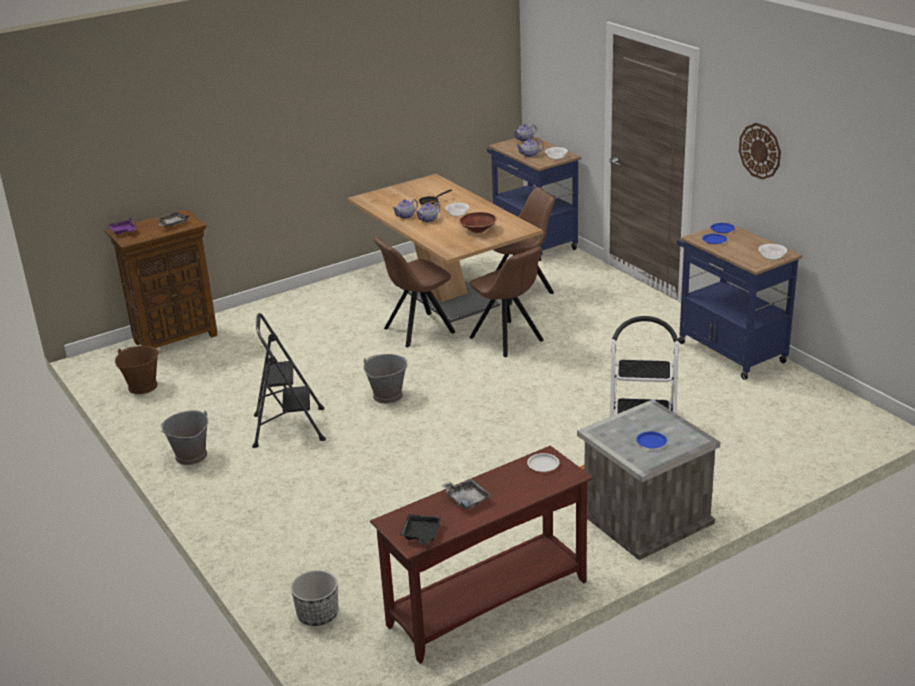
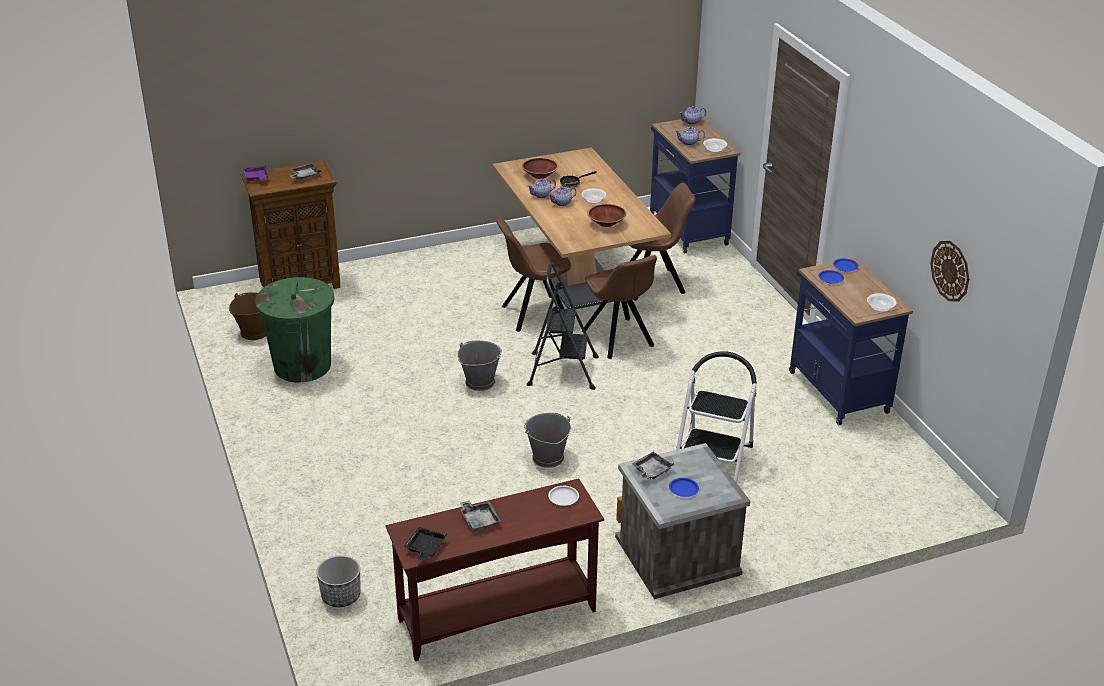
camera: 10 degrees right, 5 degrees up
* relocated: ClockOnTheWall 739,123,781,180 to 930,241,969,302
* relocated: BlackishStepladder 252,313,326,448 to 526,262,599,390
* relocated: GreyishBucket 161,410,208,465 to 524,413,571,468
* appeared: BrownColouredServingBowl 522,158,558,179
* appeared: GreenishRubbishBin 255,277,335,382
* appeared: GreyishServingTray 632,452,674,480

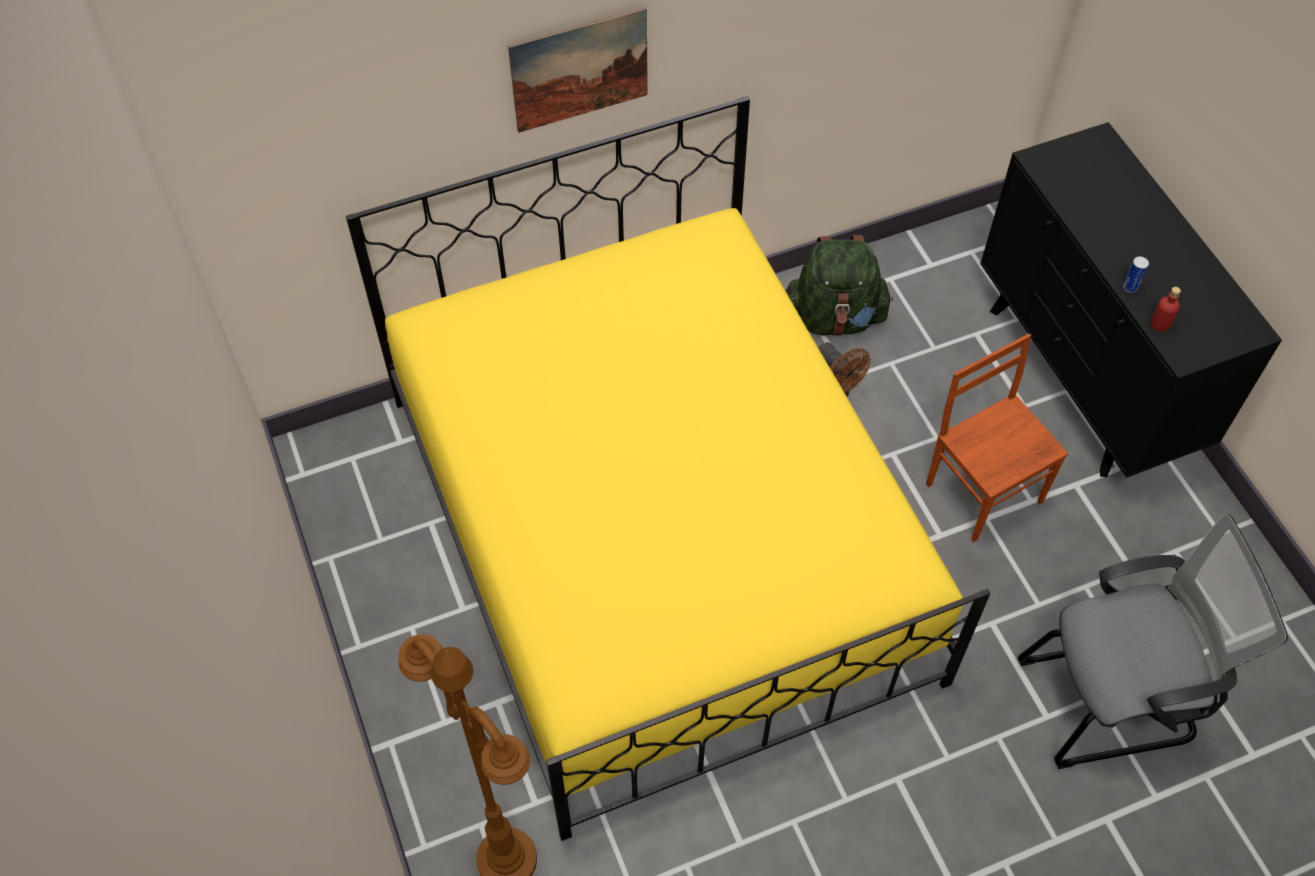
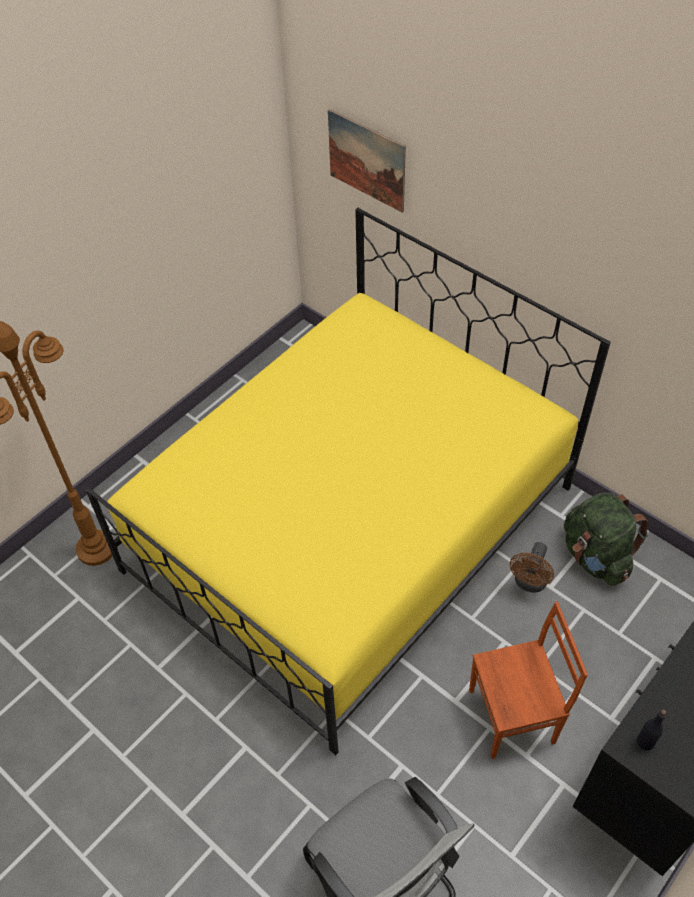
camera: 65 degrees right, 5 degrees down
* relocated: WallPicture 508,7,648,133 to 328,109,406,213
* missing: SealedCan 1123,256,1149,293
* missing: RedColouredDrinkBottle 1150,287,1181,332
* spun: BrownColouredUprightChair 926,334,1068,542 = 469,601,588,759 45 degrees clockwise
* appeared: BlackishDrinkBottle 637,709,666,750

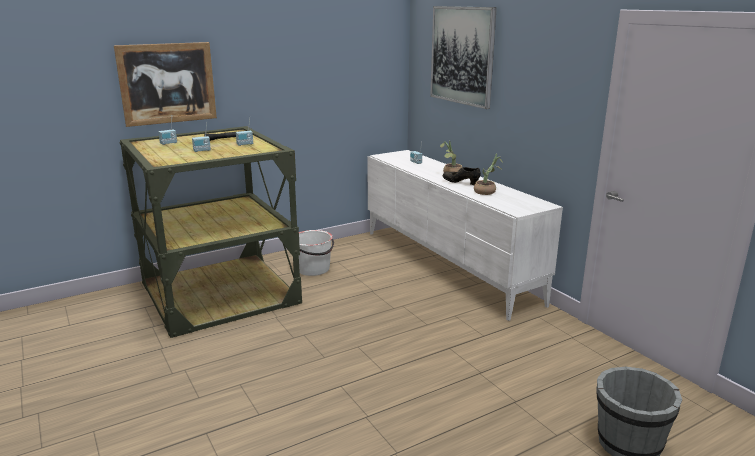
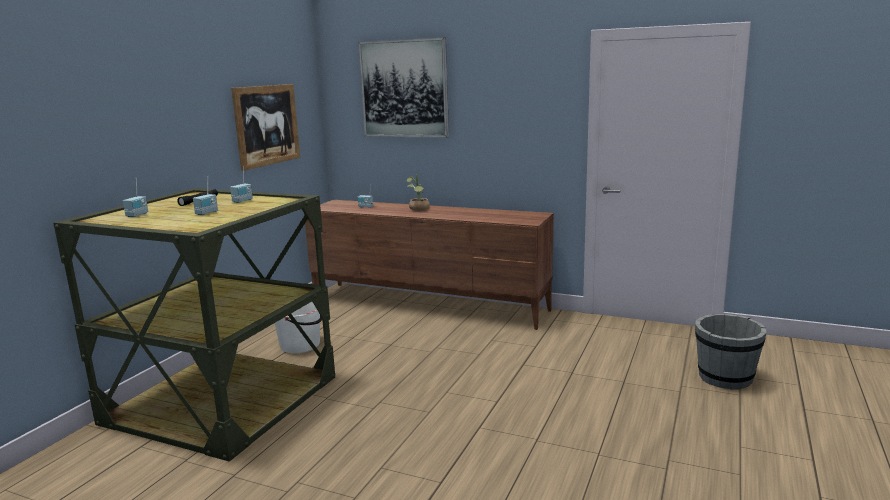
camera: 35 degrees left, 5 degrees down
* relocated: WallPicture 114,42,217,127 to 231,84,300,171
* colour: WhiteColouredStorageCabinet 367,150,563,321 to BrownColouredStorageCabinet 304,200,554,330
* missing: Houseplant 474,154,503,195
* missing: BlackishShoe 443,167,481,185

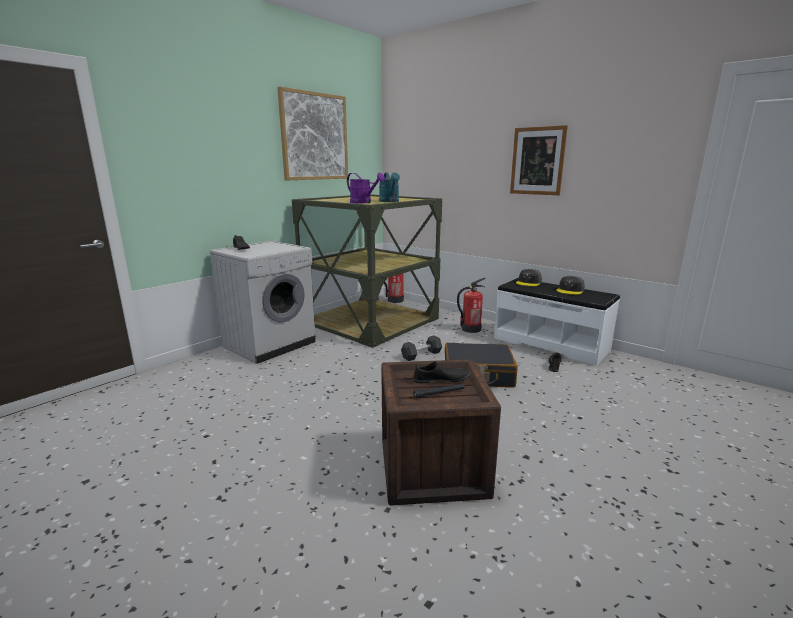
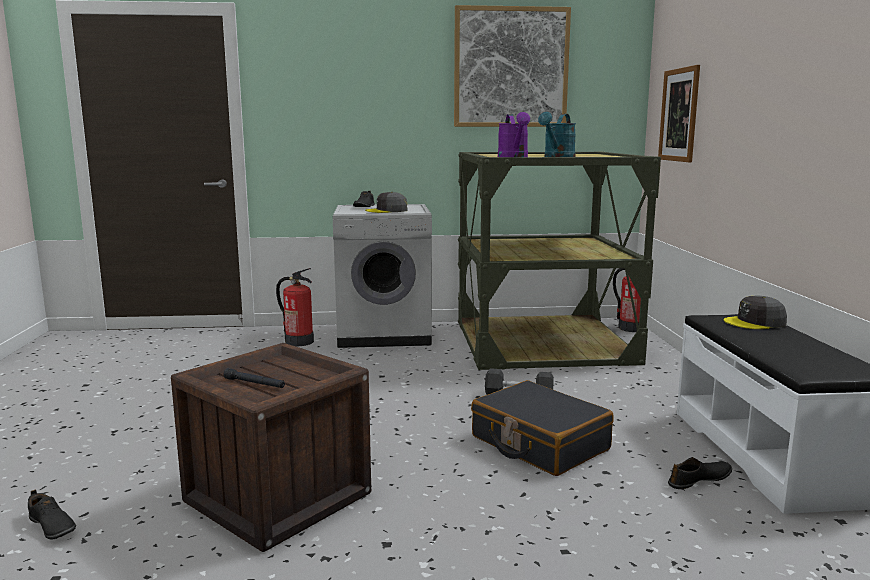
camera: 45 degrees right, 5 degrees down
* relocated: WallPicture 510,125,568,195 to 658,65,700,162
* relocated: GreyishPeakedCap 556,276,585,295 to 365,192,408,213
* relocated: FireFightingCylinder 457,278,485,333 to 276,268,314,347
* relocated: BlackishShoe 413,361,471,383 to 28,489,76,540

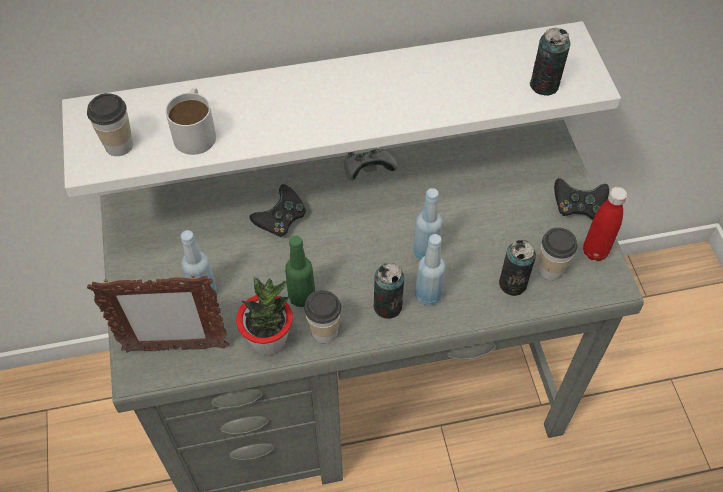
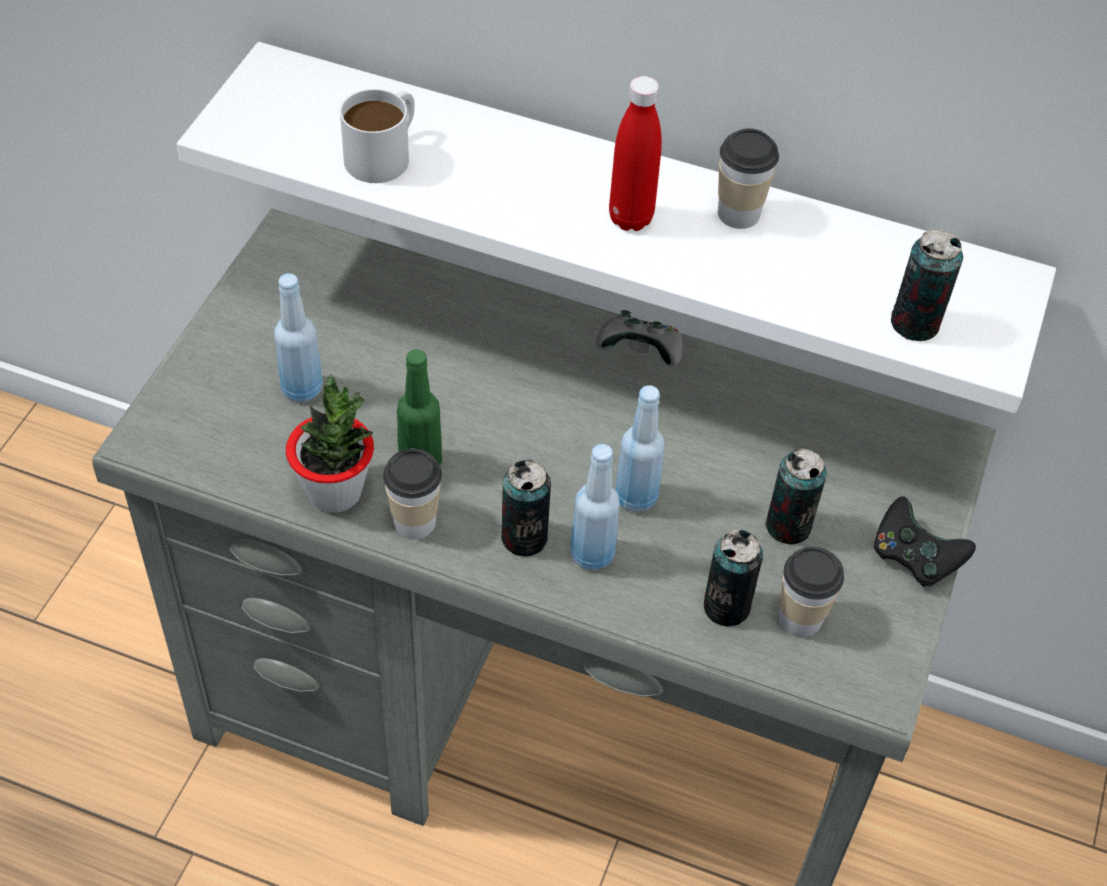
camera: 30 degrees right, 5 degrees down
* relocated: SmallCup 87,93,133,156 to 718,128,779,229
* missing: BlackishJoypad 249,184,306,237
* relocated: RedColouredDrinkBottle 583,187,627,261 to 609,76,662,231
* missing: StandingFrame 87,274,229,352
* appeared: SealedCan 765,448,826,545

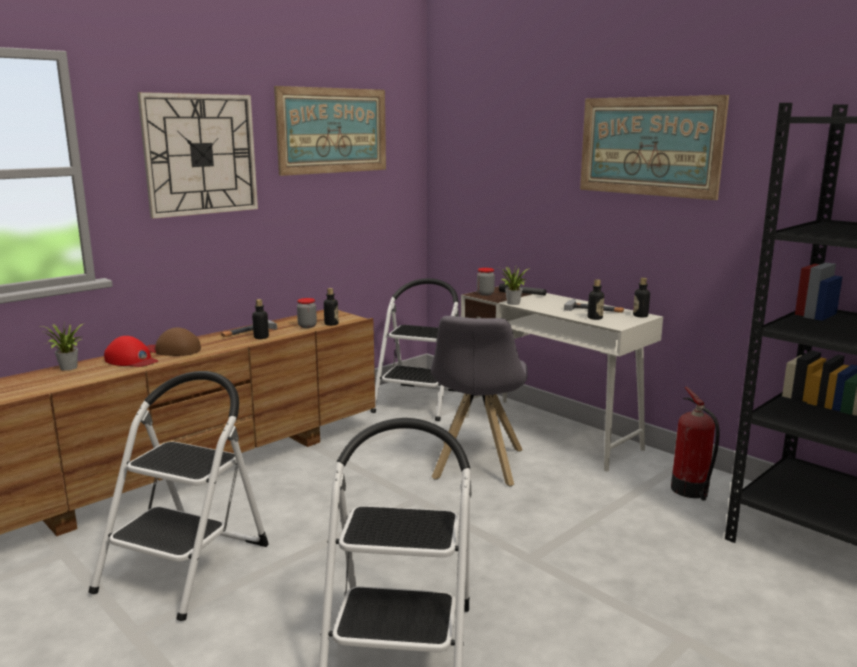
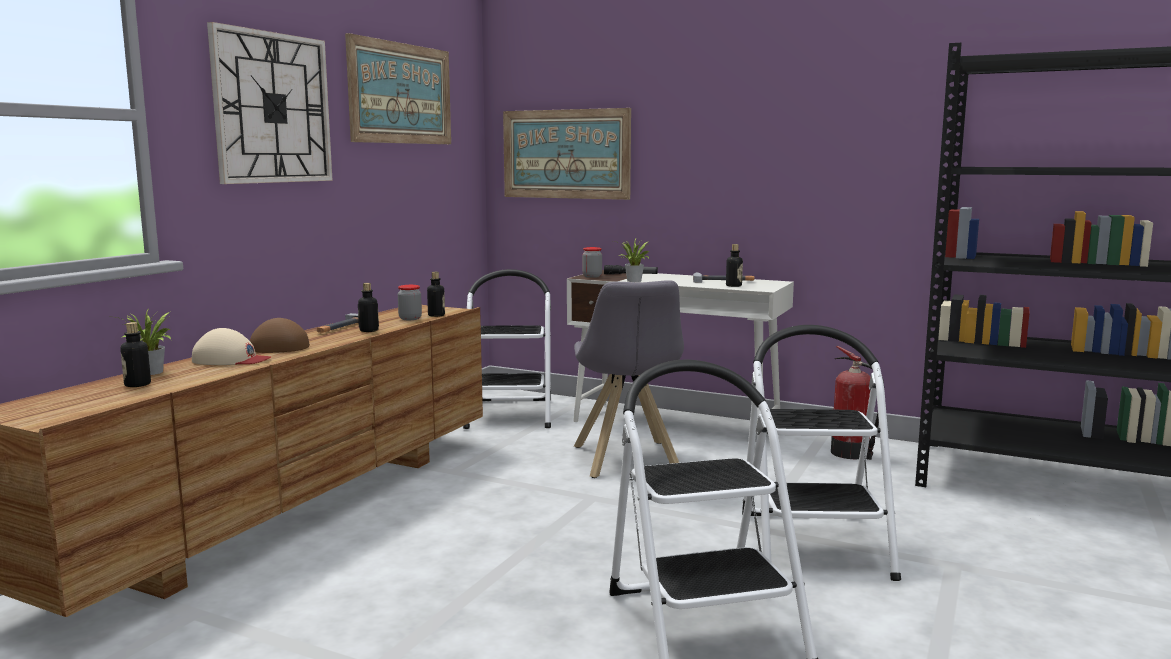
camera: 20 degrees left, 5 degrees down
* relocated: WallPicture 580,95,729,200 to 503,108,631,200
* relocated: DrinkBottle 633,278,650,317 to 120,322,151,387
* colour: RedColouredPeakedCap 104,336,158,367 to BeigeColouredPeakedCap 192,328,271,365
* relocated: Stepladder 89,371,268,621 to 742,325,901,581

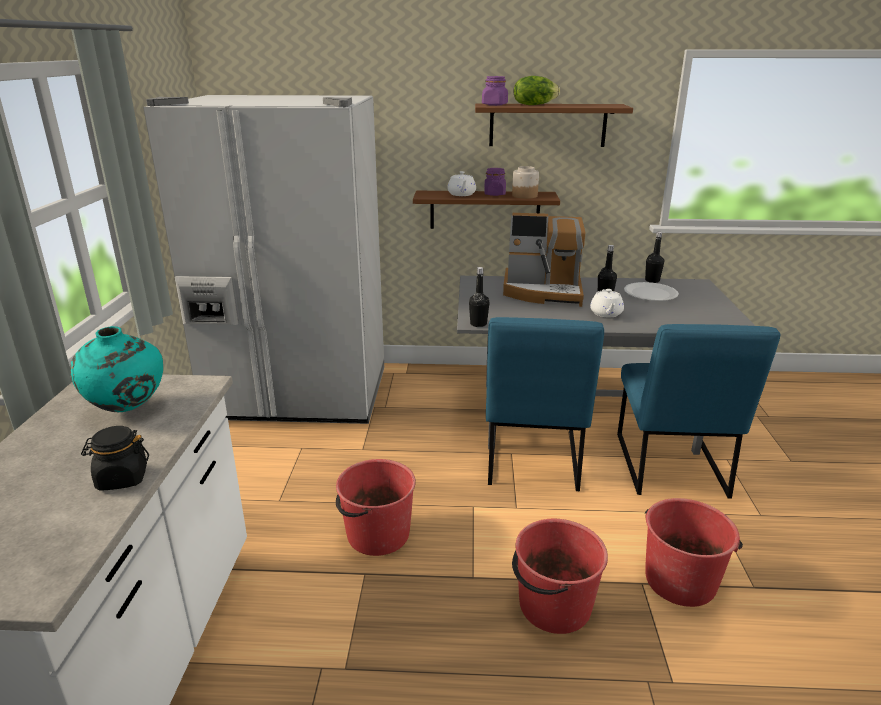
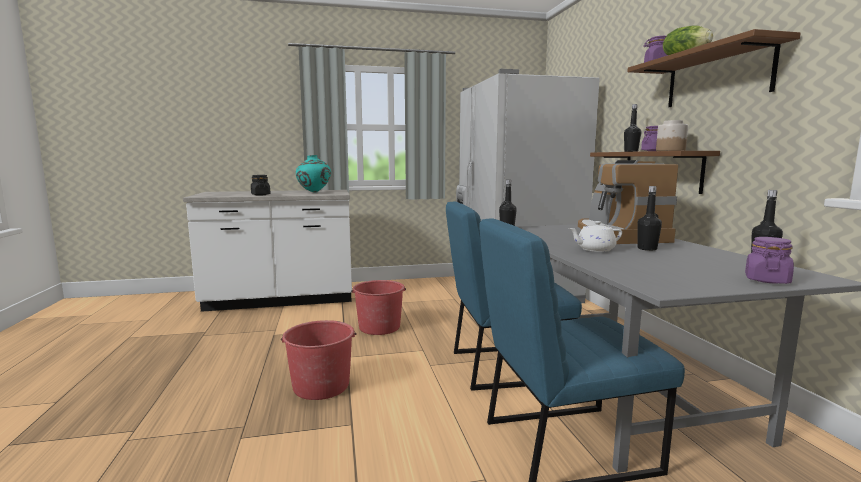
camera: 75 degrees right, 15 degrees down
* exchanged: WhiteColouredTeapot 447,171,476,196 to BlackishDrinkBottle 624,104,641,152
* missing: WhiteColouredFlatDish 624,282,679,301
* missing: RedColouredBucket 645,498,743,607
* appeared: PurpleColouredStorageJar 745,237,794,284

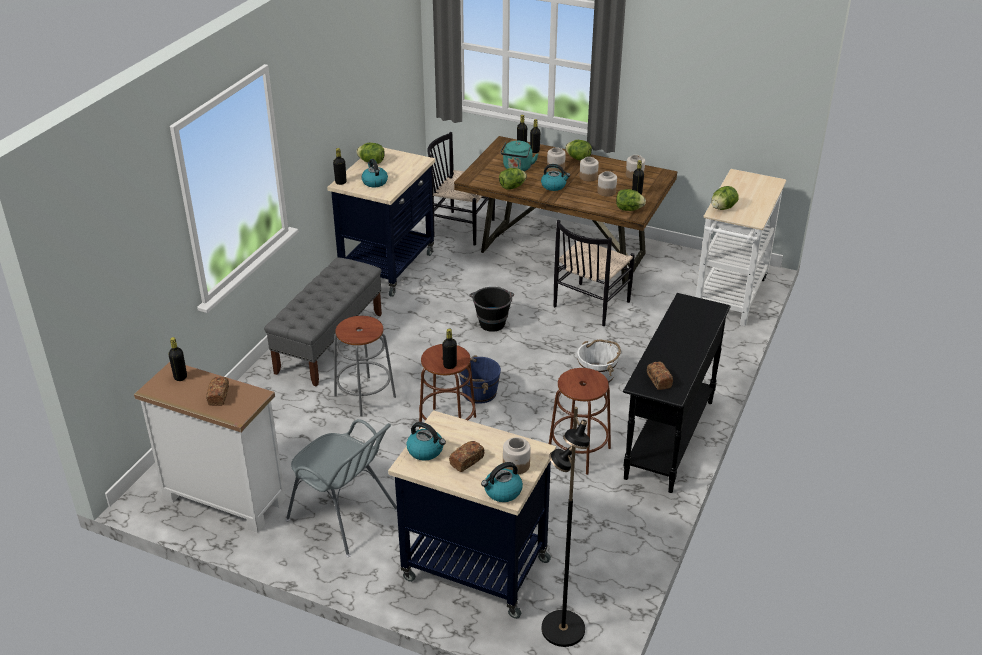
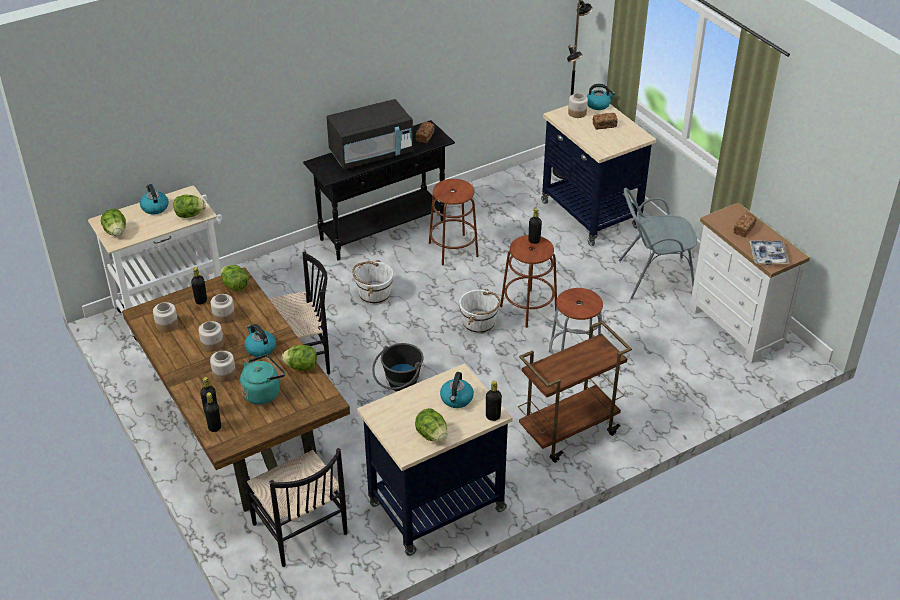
camera: 145 degrees left, 5 degrees up
* relocated: HeadOfLettuce 565,140,592,160 to 101,209,126,236
* exchanged: GreyishLongSeat 264,258,382,387 to BrownColouredWheeledCart 518,320,632,463
* exchanged: BlackishDrinkBottle 168,337,187,381 to ServingTray 749,240,790,265
* colour: BlueColouredBucket 458,355,501,404 to WhiteColouredBucket 459,289,501,334
* spun: GreyishUprightChair 286,419,397,557 = 617,188,697,301 75 degrees counterclockwise
* relocated: WaterKettle 406,422,446,461 to 140,184,169,214
* appeared: BlackishMicrowaveOven 327,99,413,169

